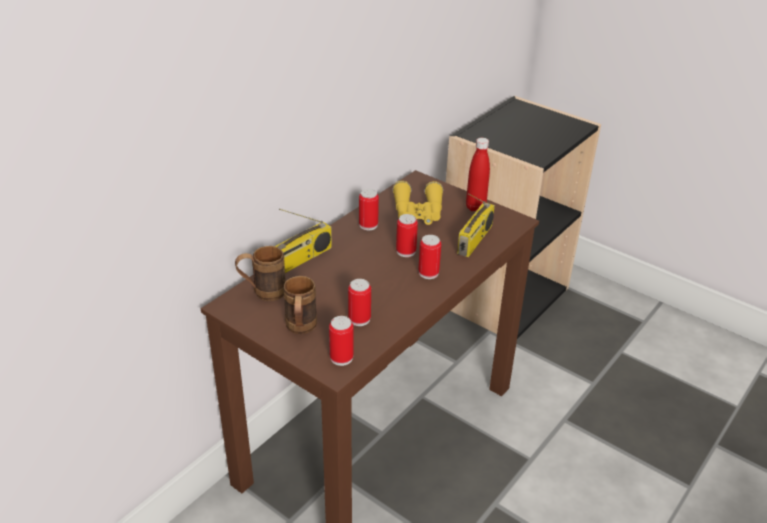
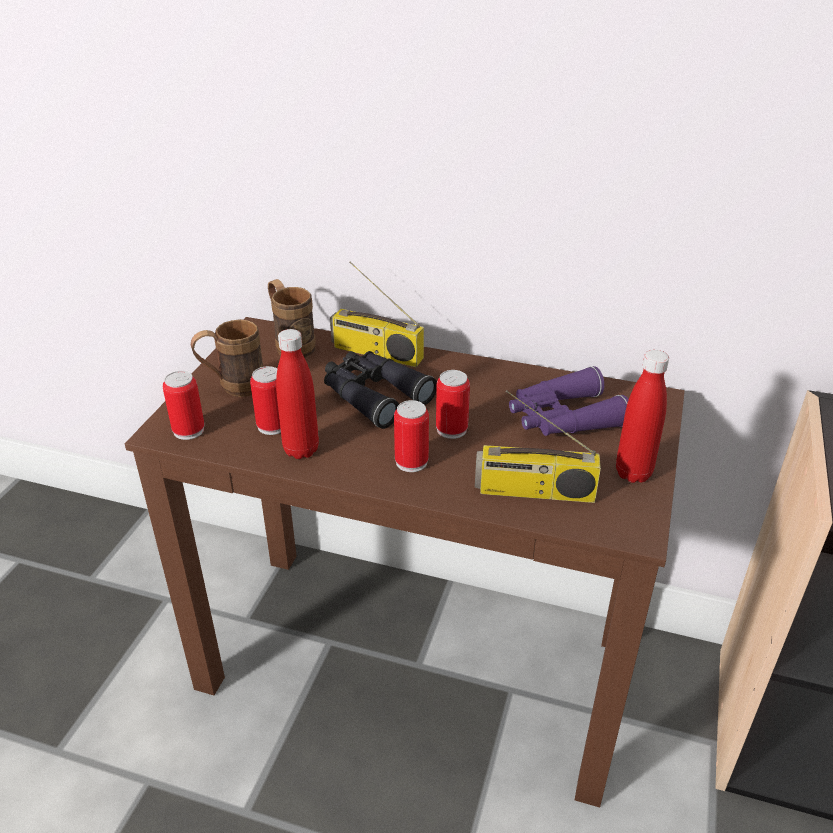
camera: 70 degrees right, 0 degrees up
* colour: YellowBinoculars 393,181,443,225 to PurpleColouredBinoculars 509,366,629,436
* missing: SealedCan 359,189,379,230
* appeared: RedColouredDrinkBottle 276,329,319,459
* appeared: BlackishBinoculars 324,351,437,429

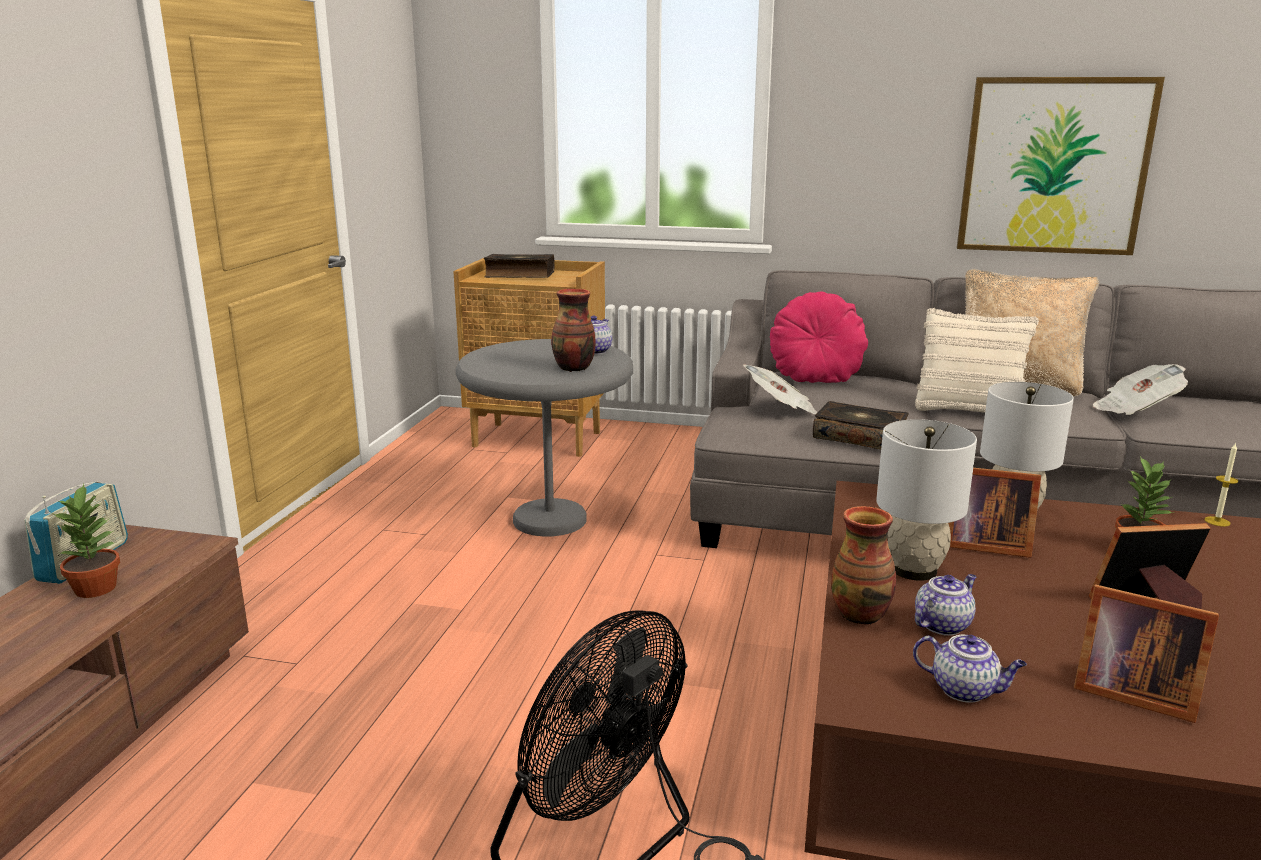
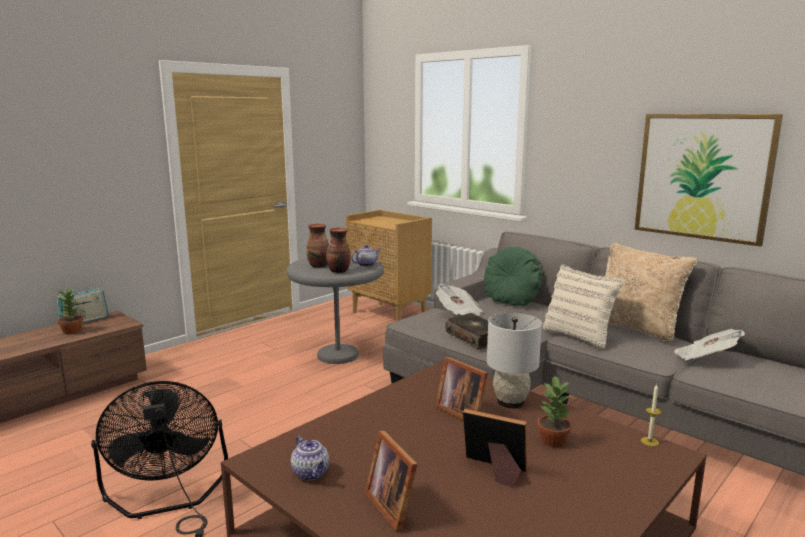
camera: 30 degrees right, 5 degrees down
* missing: Volume 484,254,554,278
* colour: PinkishThrowPillow 770,292,868,383 to GreenishThrowPillow 484,247,542,306
* missing: WhiteColouredTableLamp 876,419,977,581
* relocated: Vase 831,506,896,624 to 306,224,329,268
* missing: Teapot 915,574,977,636

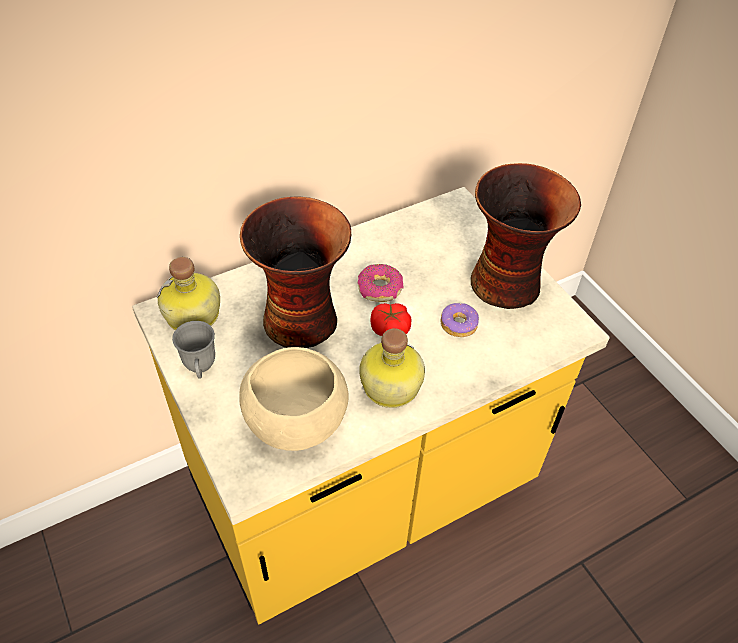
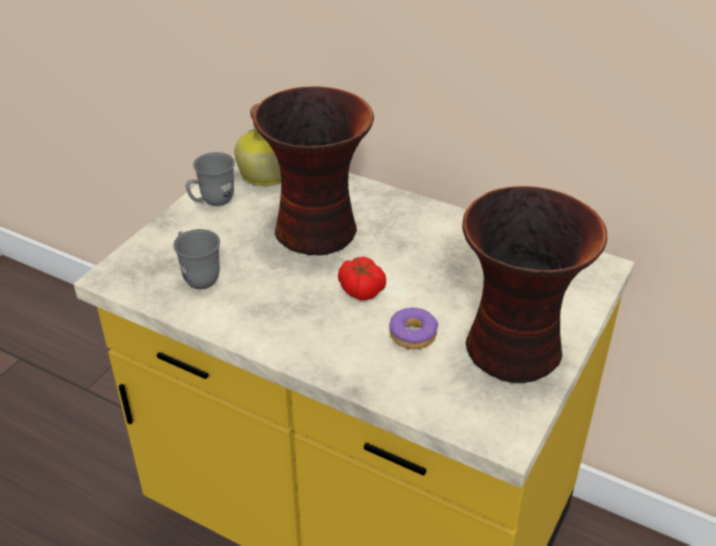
camera: 60 degrees right, 10 degrees down
* missing: Donut 358,264,404,302
* missing: DrinkBottle 359,328,425,408
* exchanged: BeigeColouredServingBowl 239,347,349,451 to GreyishTeaMug 173,229,220,289

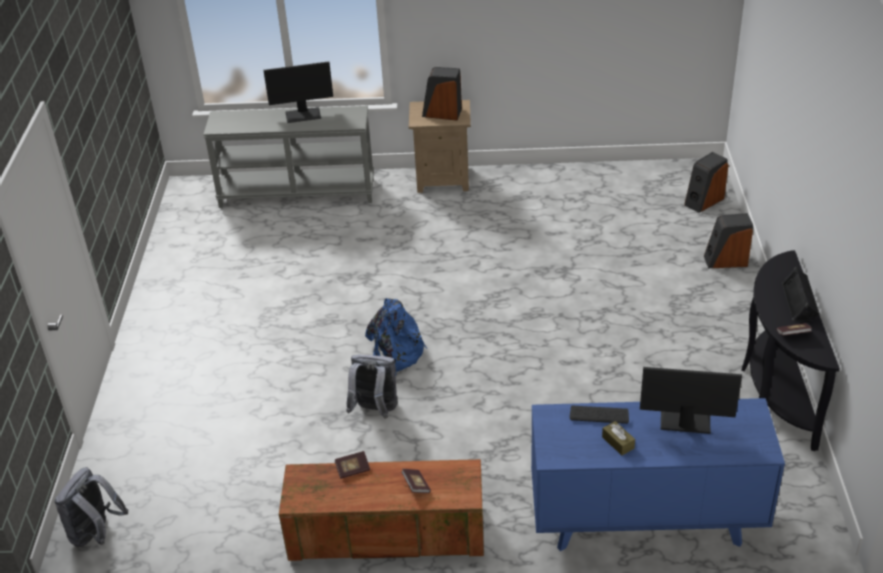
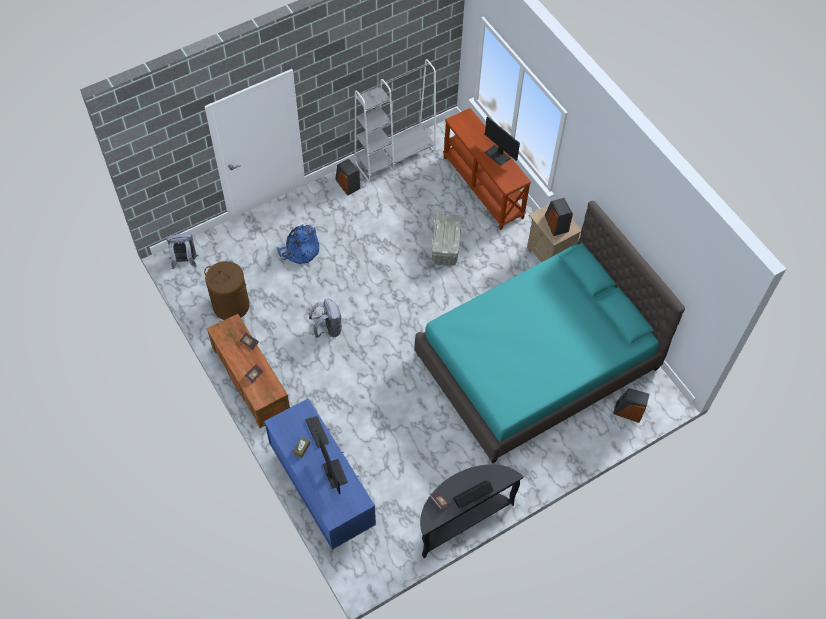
camera: 55 degrees right, 20 degrees up
* colour: GreyishHallTable 203,106,374,208 to BrownColouredHallTable 443,108,531,230
* relocated: AudioSpeaker 704,213,753,268 to 336,159,360,196
* relocated: BlueColouredBackpack 365,298,427,376 to 277,224,319,264
* appeared: GreyishGarmentStand 355,59,436,181
* appeared: TurquoiseSleepingBed 414,201,685,463
* appeared: GreyishStorageBox 432,214,462,266
* appeared: BrownColouredWashingBasket 204,261,249,320

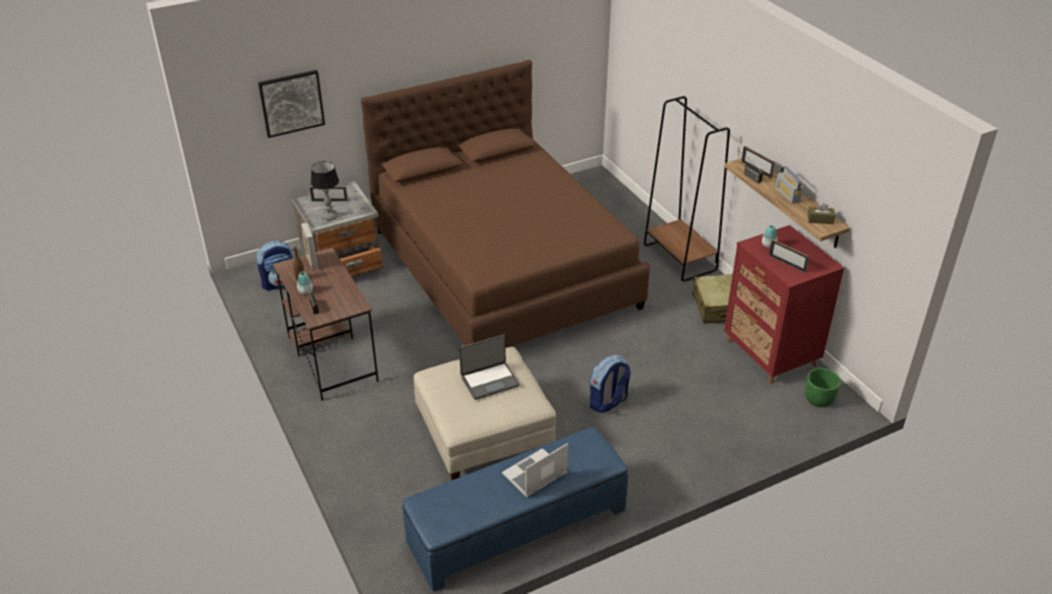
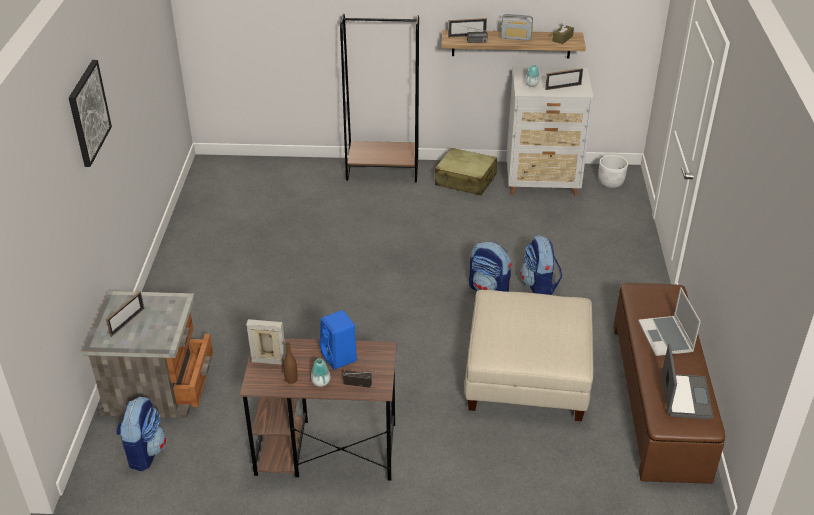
camera: 60 degrees left, 0 degrees up
* missing: BrownColouredSleepingBed 361,60,650,348
* relocated: WallPicture 258,70,325,138 to 69,60,112,167
* missing: TableLamp 311,161,339,220
* colour: RedColouredChestOfDrawers 724,225,844,384 to WhiteColouredChestOfDrawers 507,67,594,196
* relocated: Laptop 459,334,520,400 to 662,344,714,420
* colour: GreenishFlowerPot 805,368,841,407 to WhiteColouredFlowerPot 598,155,628,188
* colour: BlueColouredLongSeat 402,427,628,591 to BrownColouredLongSeat 613,283,725,484
* appeared: Backpack 469,241,512,292
* appeared: BlueColouredAudioSpeaker 319,310,357,370

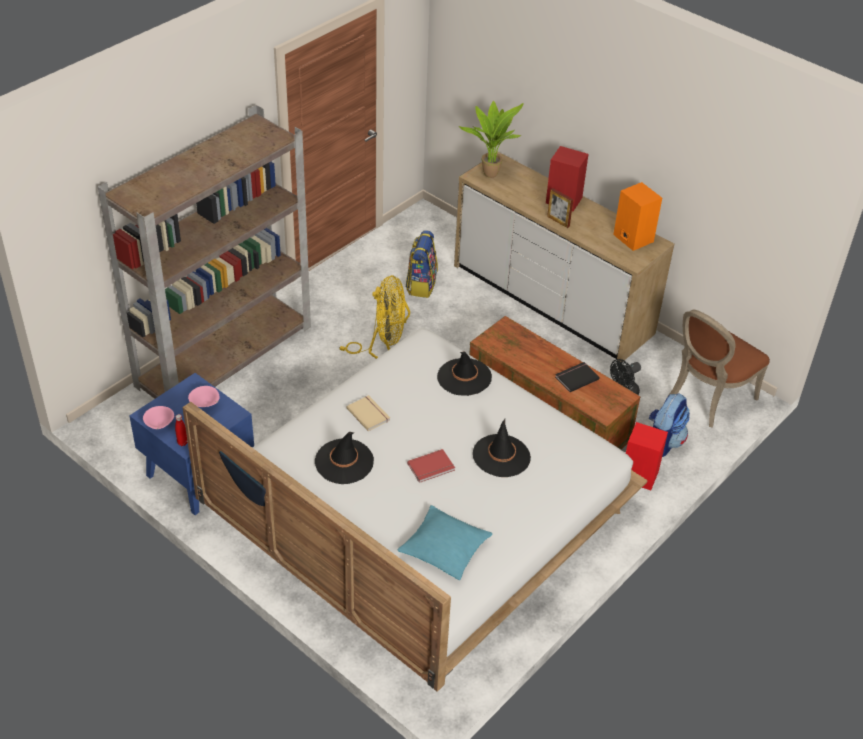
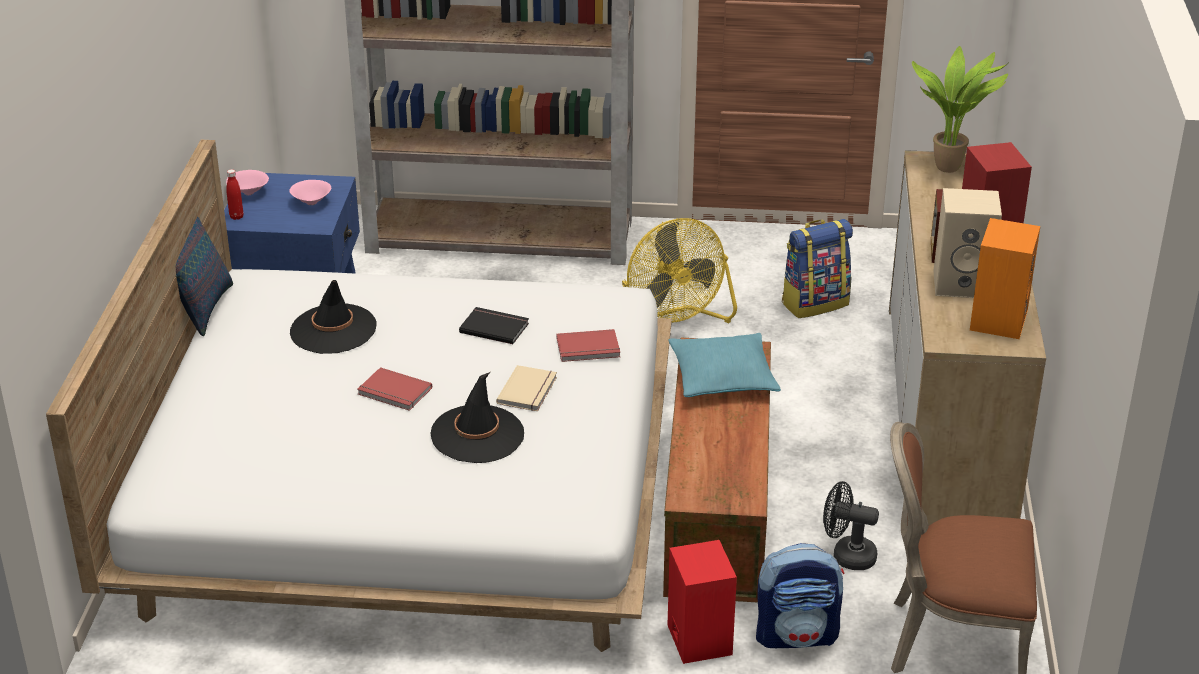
camera: 55 degrees right, 10 degrees down
* exchanged: BlackishClothingHat 437,352,492,396 to RedColouredVolume 556,329,620,362
* relocated: BlackishVolume 555,362,599,392 to 459,307,529,344
* relocated: BeigeColouredVolume 346,395,390,431 to 496,365,557,411
* relocated: TurquoiseThrowPillow 398,505,492,580 to 668,333,781,397
* appeared: BeigeColouredAudioSpeaker 933,188,1002,298

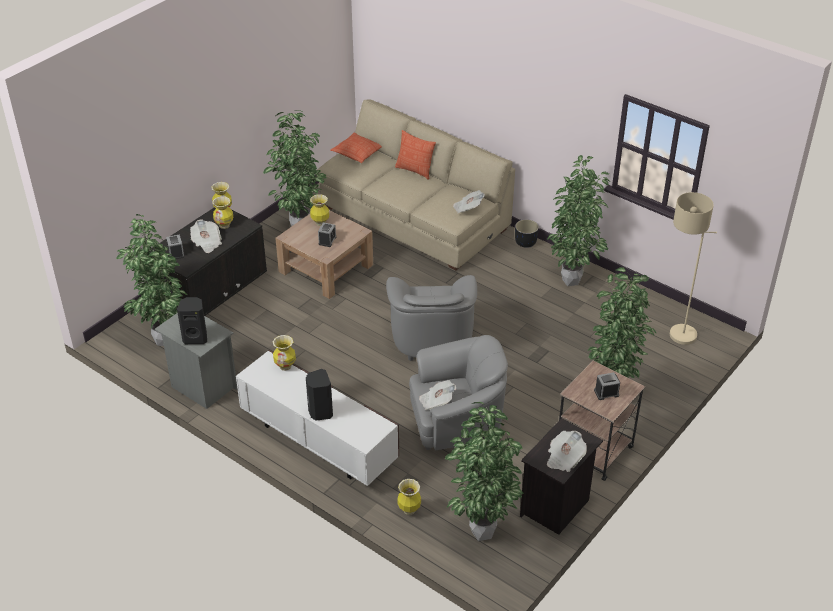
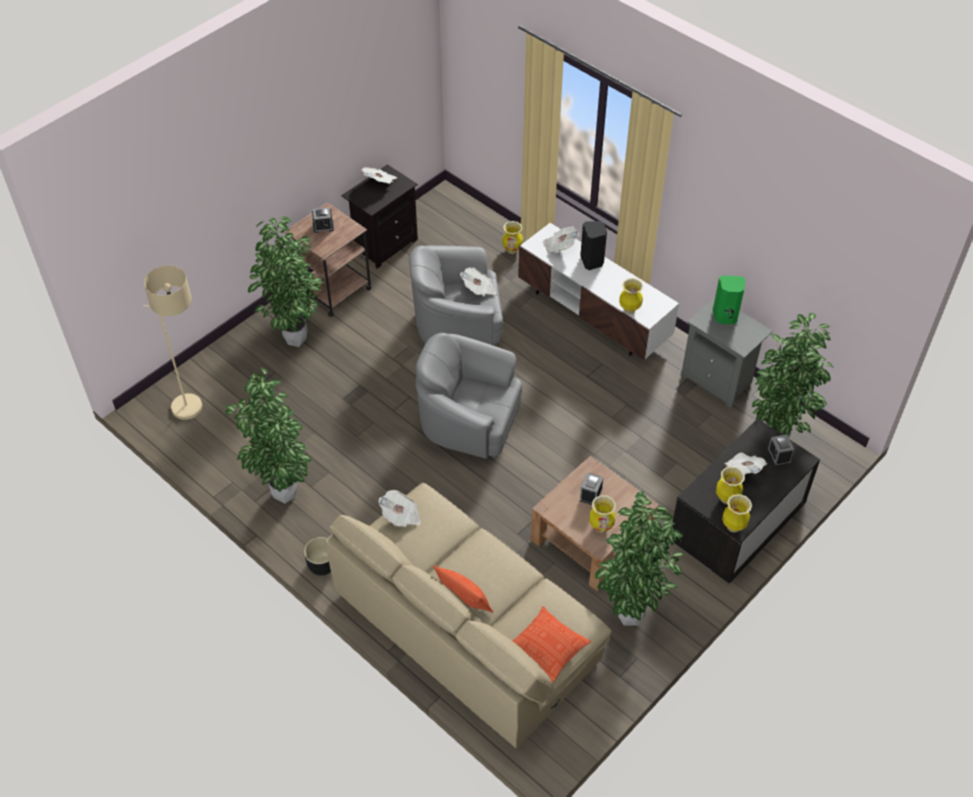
camera: 175 degrees left, 10 degrees up
* spun: GreyishArmchair 386,275,477,361 = 416,333,522,459 75 degrees counterclockwise
* colour: BlackishAudioSpeaker 177,297,207,344 to GreenishAudioSpeaker 713,275,746,324
* missing: Houseplant 445,402,524,541
* appeared: PrintedPaper 543,226,579,254

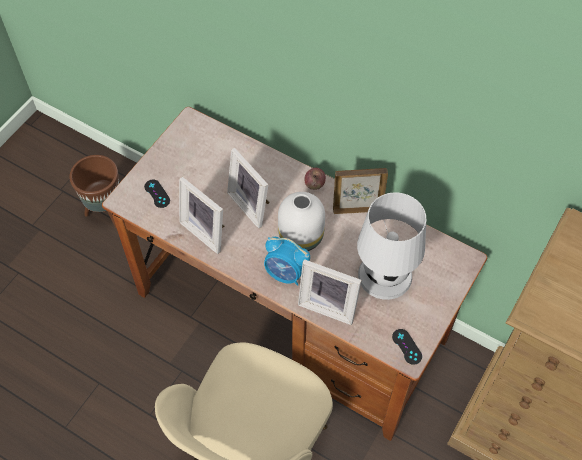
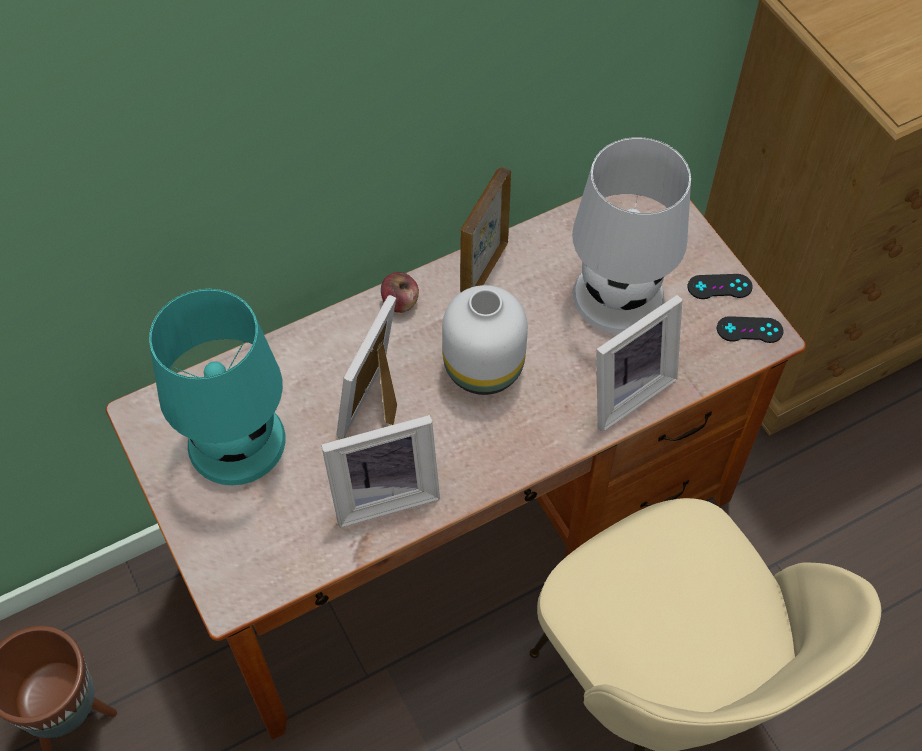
camera: 60 degrees left, 0 degrees up
* spun: StandingFrame 227,148,270,229 = 336,295,397,439 120 degrees clockwise
* relocated: BlackishJoypad 144,179,170,208 to 688,274,753,299
* missing: AlarmClock 264,237,310,286
* appeared: TurquoiseTableLamp 149,289,286,485

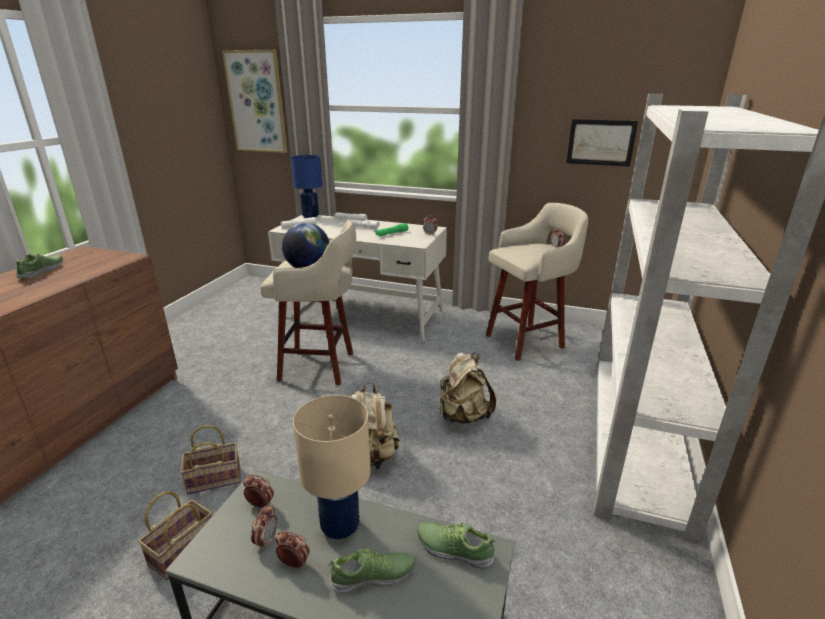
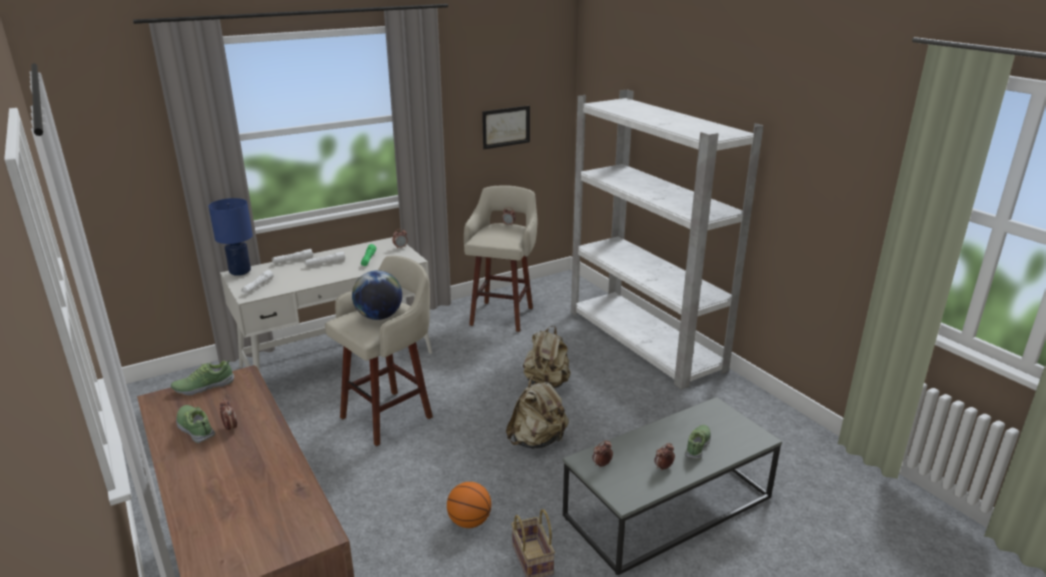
camera: 50 degrees left, 0 degrees up
* missing: WallPicture 222,50,288,153
* missing: BeigeColouredTableLamp 293,395,371,539
* exchanged: StorageBasket 180,425,241,494 to Basketball 447,482,492,528
* relocated: AlarmClock 251,505,277,550 to 219,399,237,433
* relocated: Shoe 417,522,496,569 to 171,360,234,395

